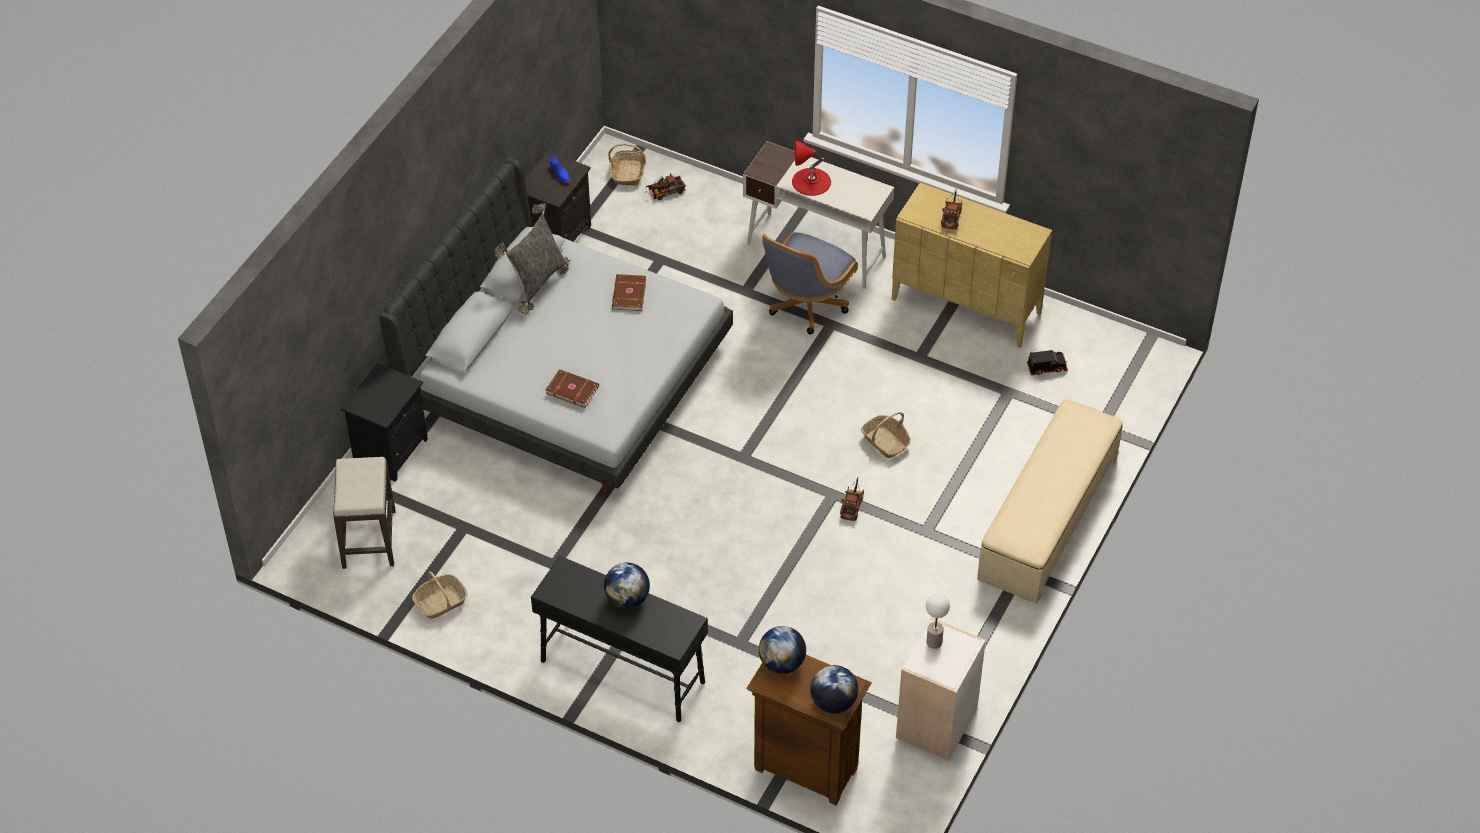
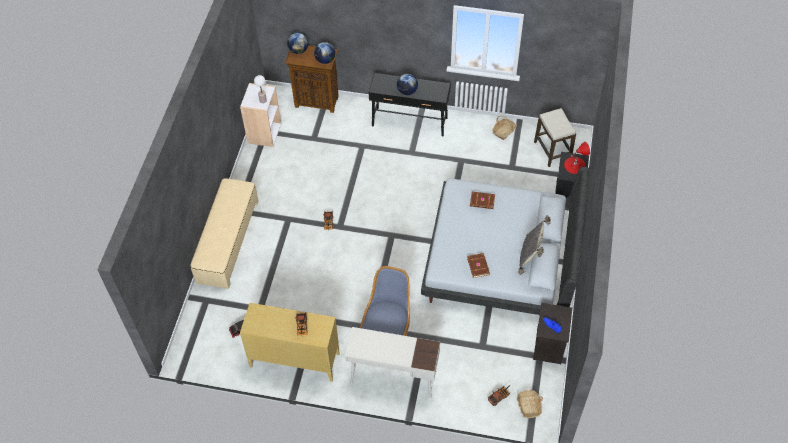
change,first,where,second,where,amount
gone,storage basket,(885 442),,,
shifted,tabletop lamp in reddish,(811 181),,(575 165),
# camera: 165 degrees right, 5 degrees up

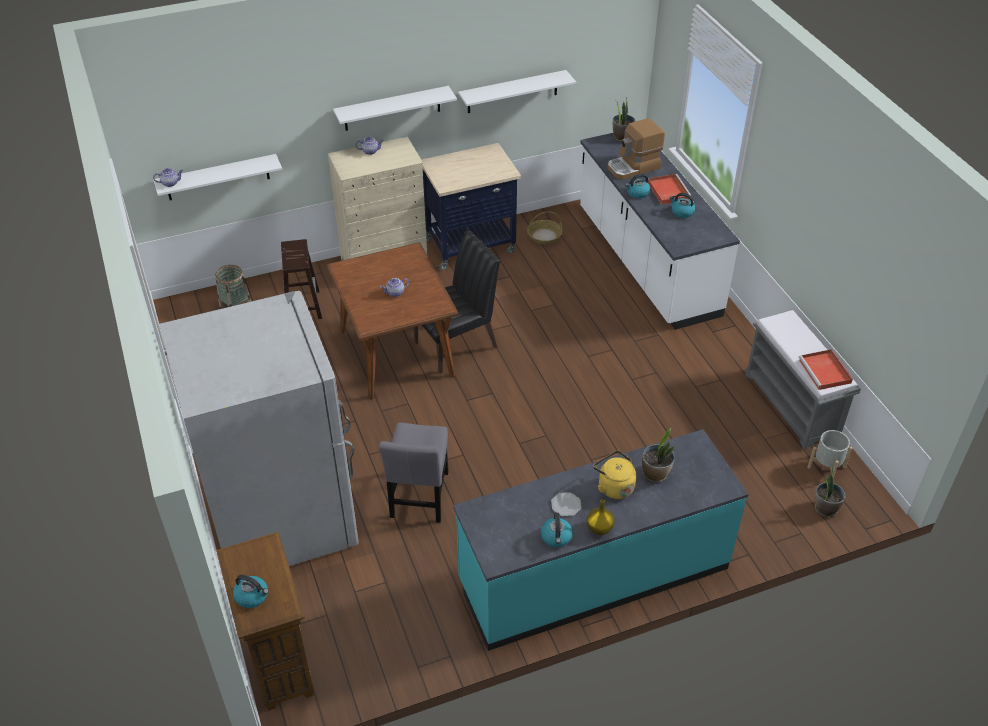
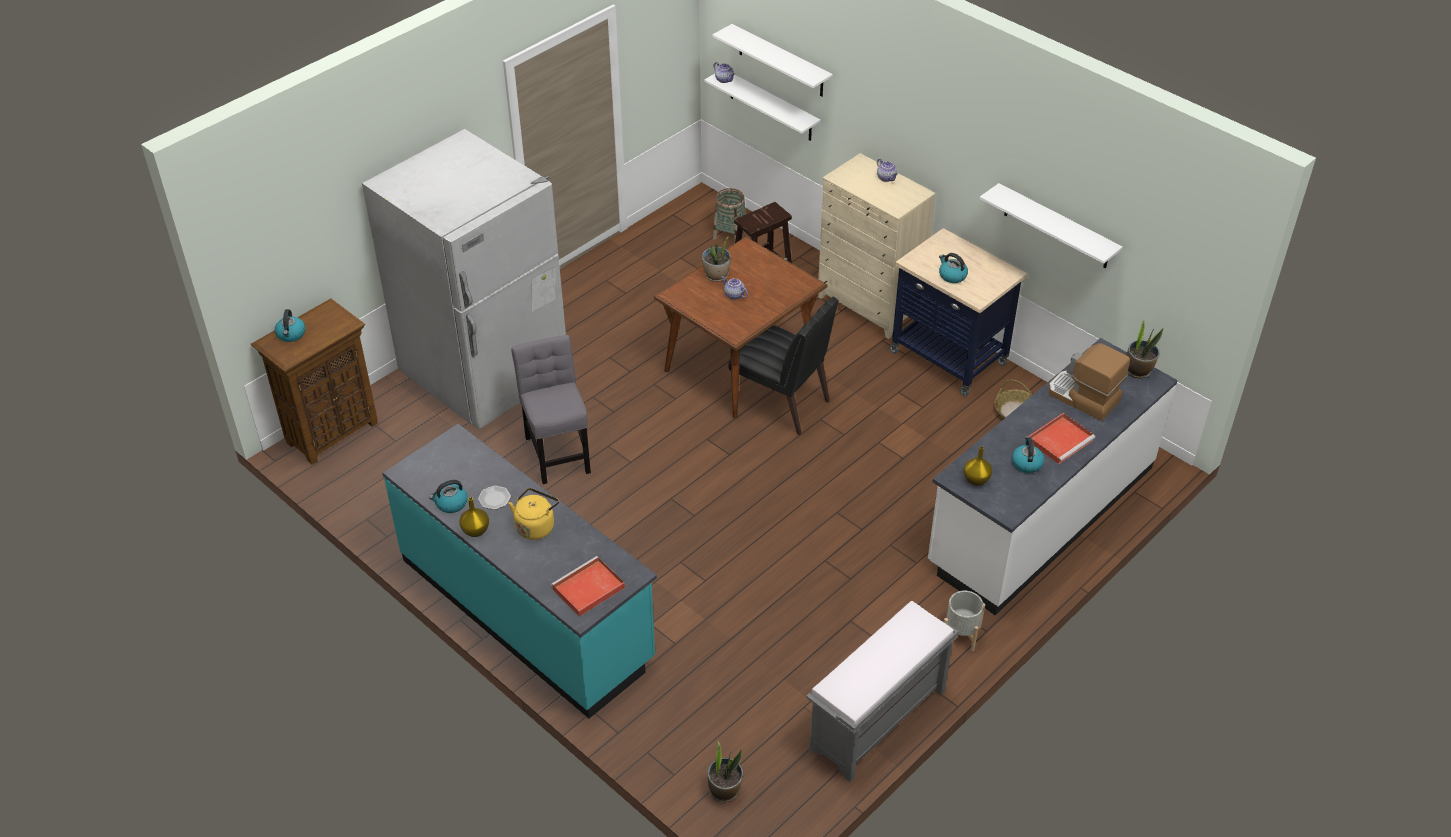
change,first,where,second,where,amount
new,,,flower vase in yellowish,(976 479),
shifted,bracket shelf in white-coloured,(392 108),,(781 61),
shifted,tea kettle,(637 193),,(952 276),
shifted,plant in a pot,(655 473),,(716 275),
shifted,serving tray in reddish,(825 372),,(587 589),
shifted,flower pot in grey,(826 467),,(961 634),
rotated,plain chair in grey,(419 498),,(557 451),90 degrees clockwise
# camera: 65 degrees right, 0 degrees up

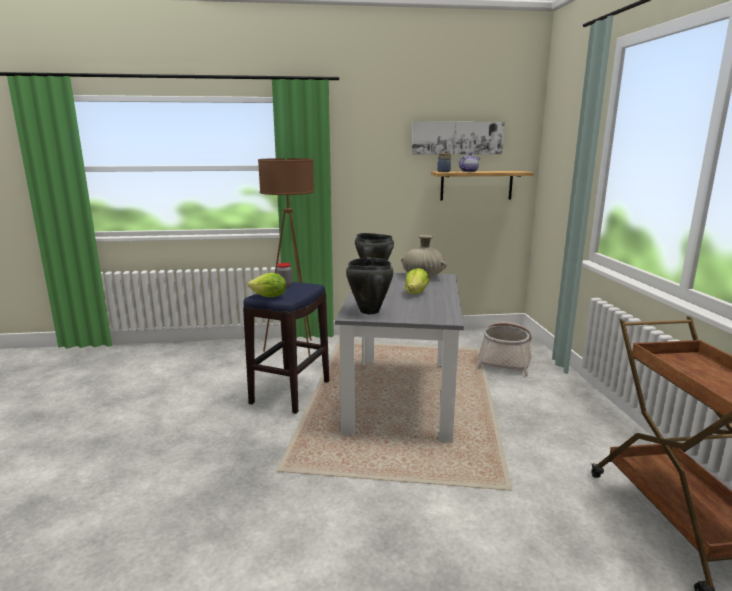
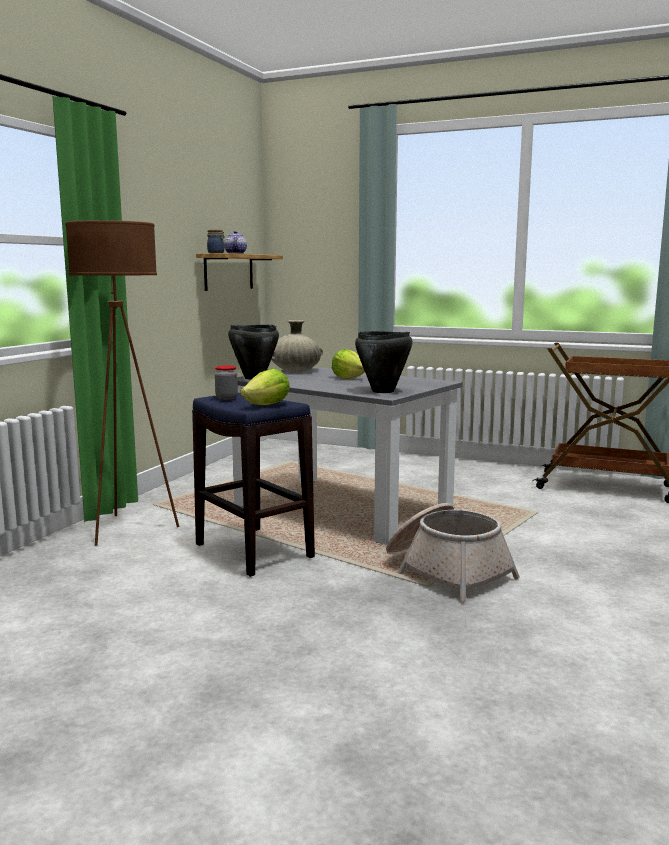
change,first,where,second,where,amount
gone,wall picture,(457 138),,,
shifted,storage basket,(505 360),,(446 571),
# camera: 60 degrees left, 5 degrees down

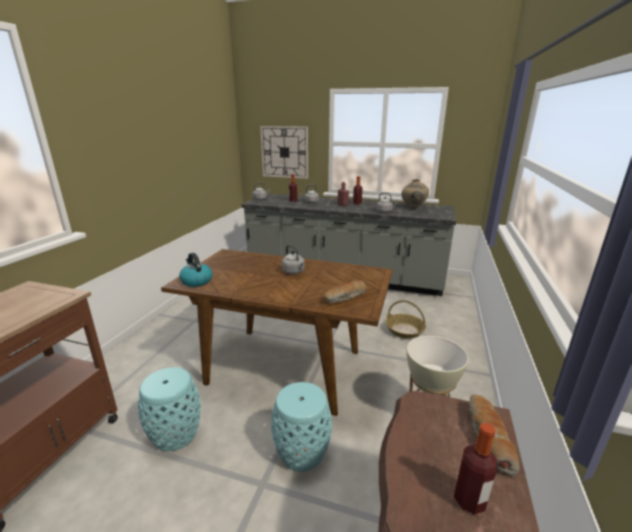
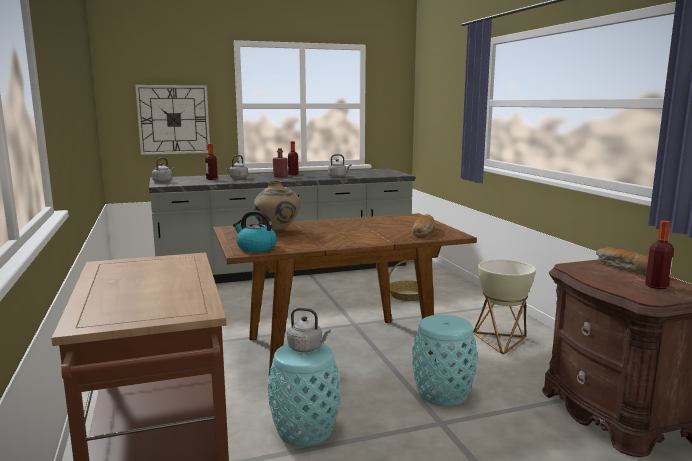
change,first,where,second,where,amount
shifted,tea kettle in grey,(294 272),,(307 348),
shifted,flower vase in beige,(413 207),,(277 231),
# camera: 35 degrees left, 10 degrees down

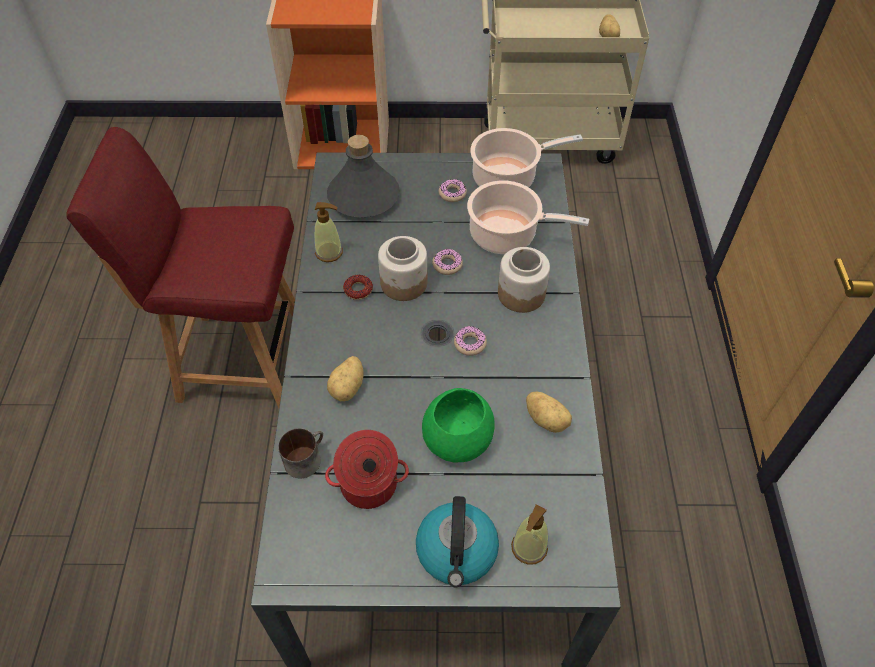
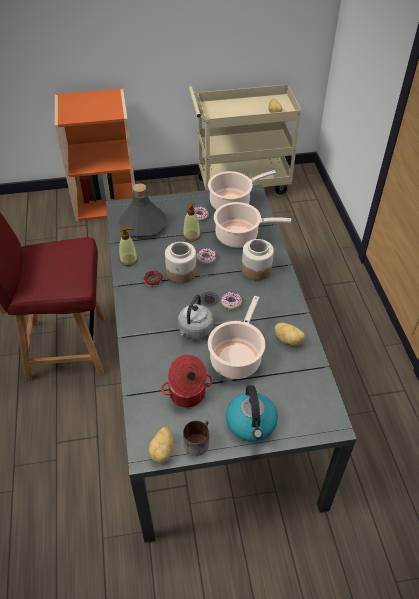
change,first,where,second,where,amount
new,,,tea kettle in grey,(194 330),
shifted,mug,(305 457),,(197 440),
shifted,potato,(348 387),,(163 451),
shifted,soap dispenser,(529 548),,(191 236),
swapped,bowl in green,(458 437),stockpot,(236 357),
# camera: 10 degrees left, 5 degrees down

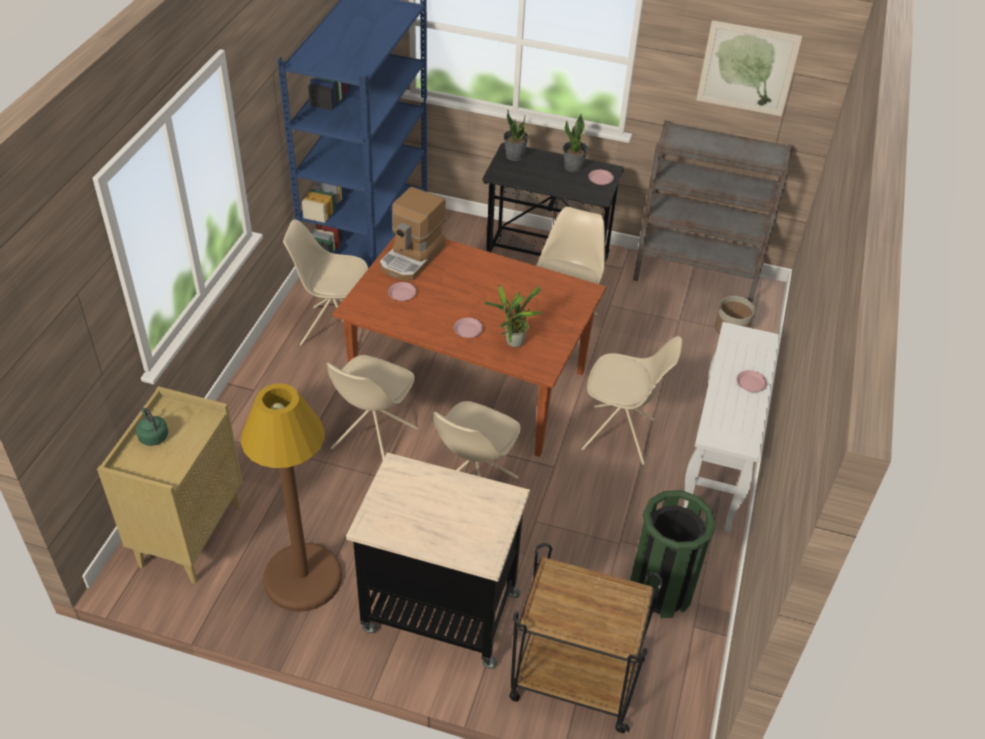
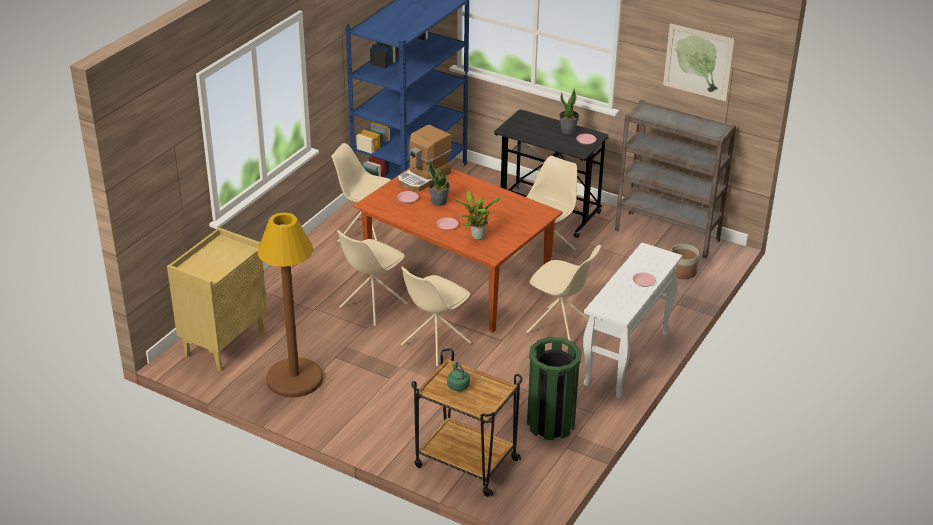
change,first,where,second,where,amount
gone,cart in black-coloured,(439 613),,,
shifted,tea kettle in green,(153 436),,(458 385),
shifted,plant in a pot,(514 155),,(439 201),
# camera: 15 degrees right, 10 degrees down

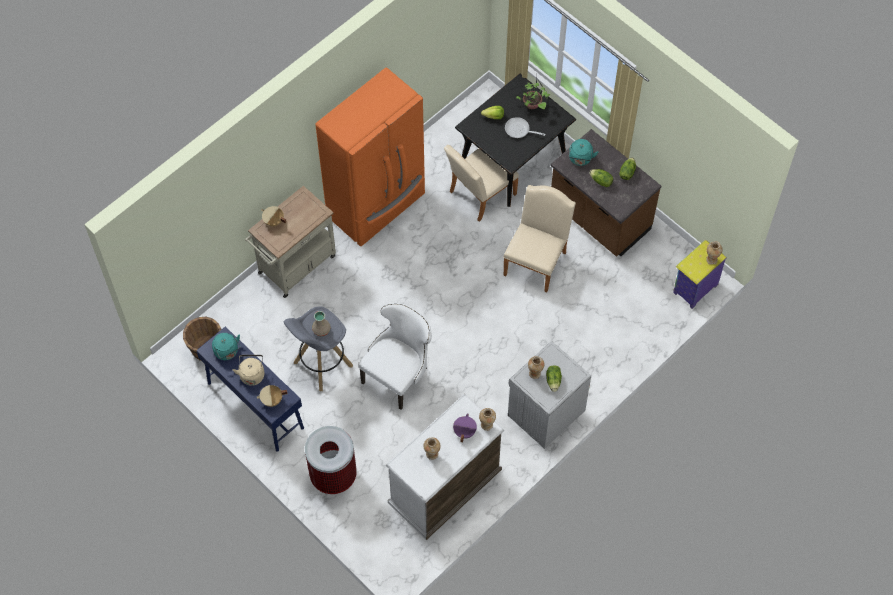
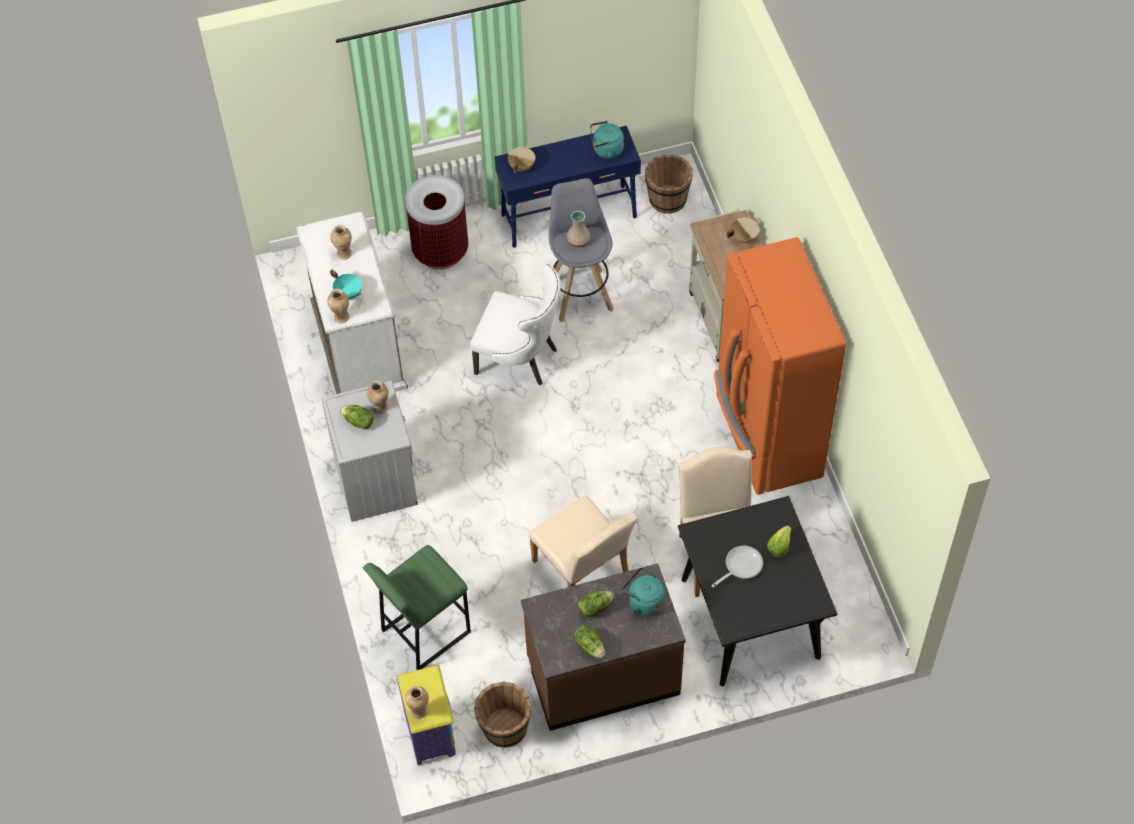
change,first,where,second,where,amount
gone,tea kettle in beige,(252 374),,,
gone,plant in a pot,(530 105),,,
new,,,stool in green,(424 632),
new,,,bucket in brownish,(504 728),
repainted,stockpot in purple-coloured,(464 431),stockpot in turquoise-coloured,(349 293),
rotated,plain chair in white-coloured,(398 375),,(520 359),45 degrees counterclockwise
# camera: 120 degrees right, 5 degrees down

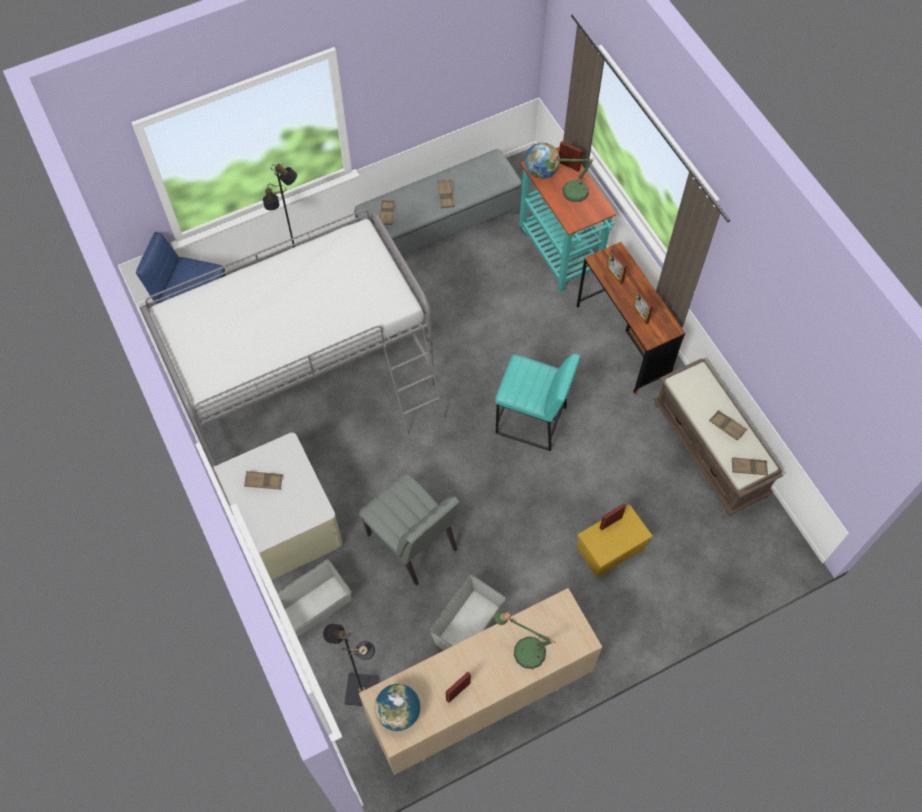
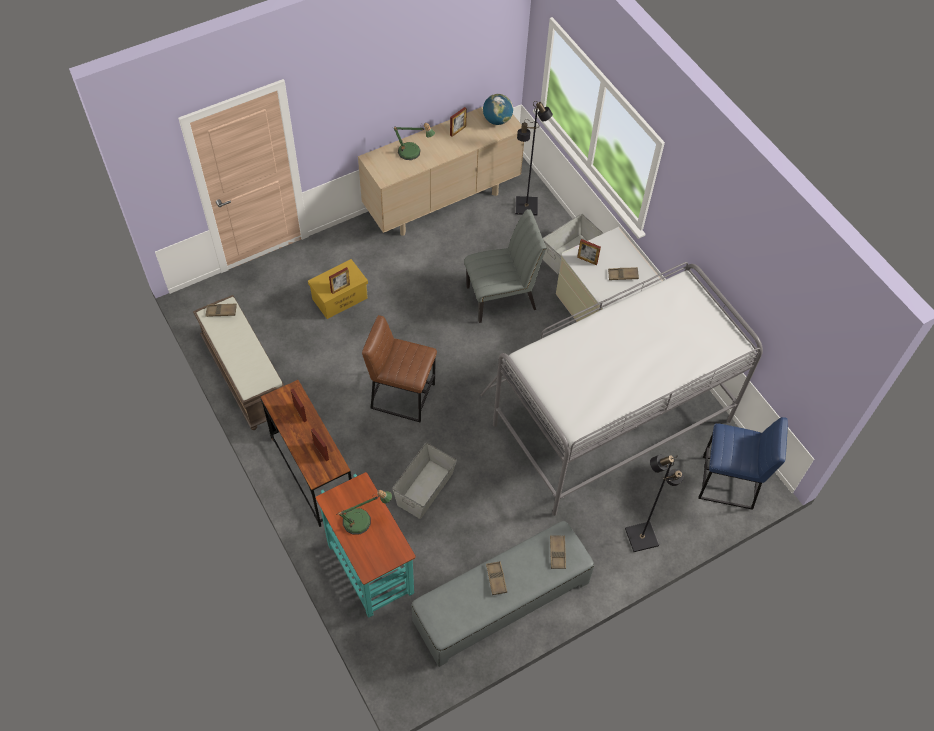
change,first,where,second,where,amount
gone,world globe,(540 172),,,
gone,serving tray in brownish,(727 426),,,
shifted,storage container in grey,(468 625),,(424 489),
shifted,standing frame,(568 166),,(587 260),
repainted,plain chair in turquoise-coloured,(532 420),plain chair in brownish,(401 395),
rotated,plain chair in grey,(411 541),,(500 299),120 degrees clockwise
# camera: 175 degrees right, 5 degrees down

